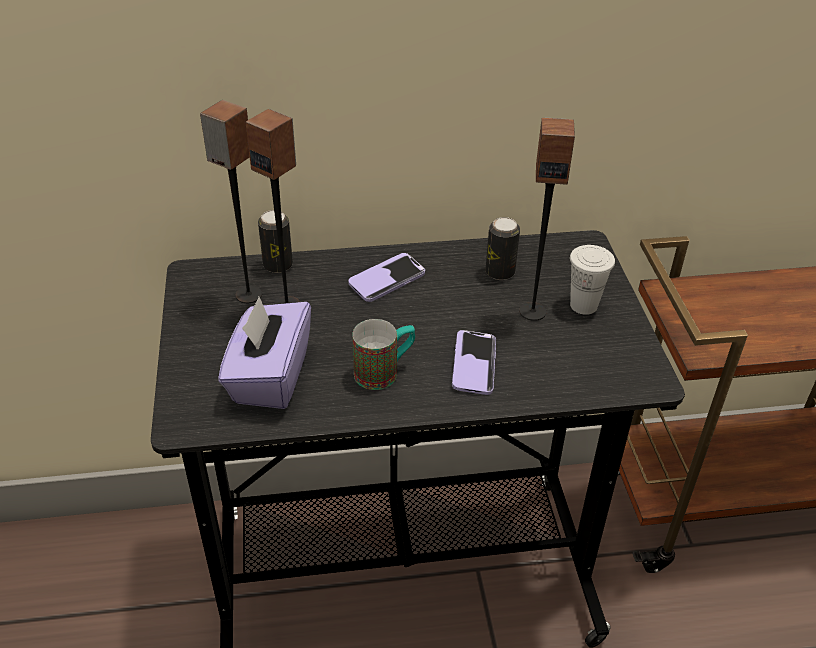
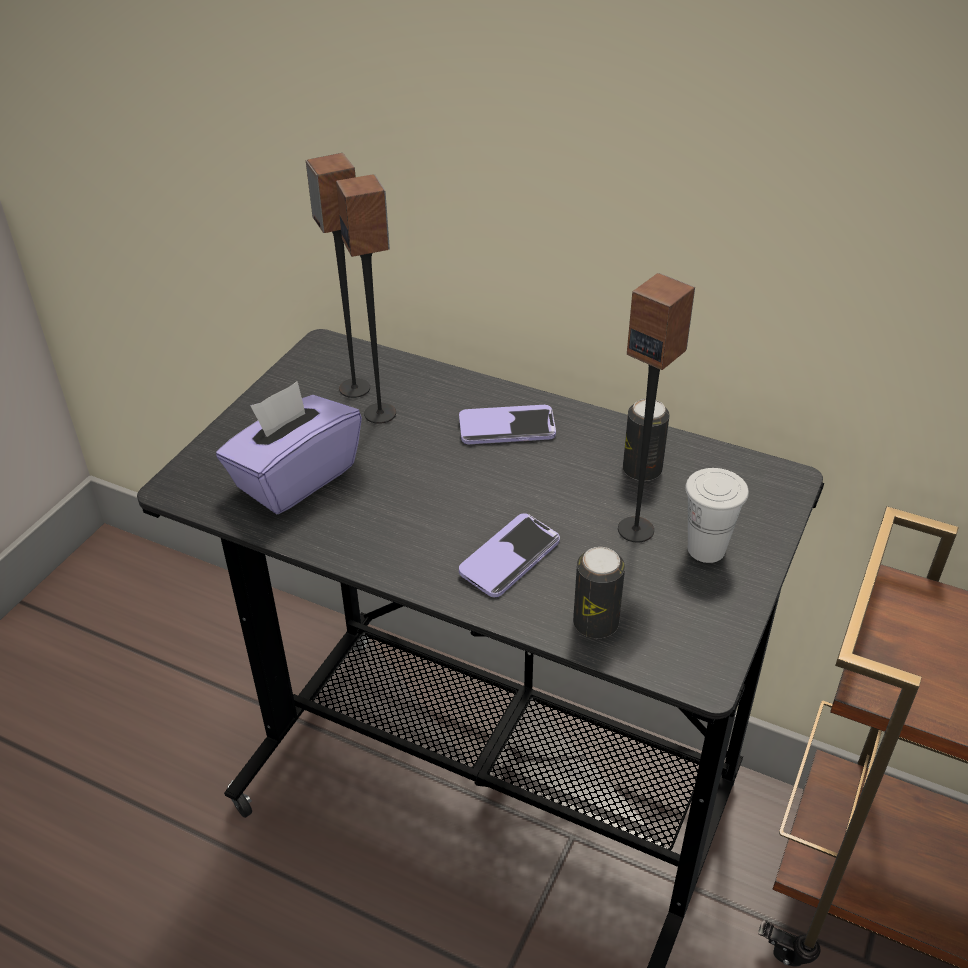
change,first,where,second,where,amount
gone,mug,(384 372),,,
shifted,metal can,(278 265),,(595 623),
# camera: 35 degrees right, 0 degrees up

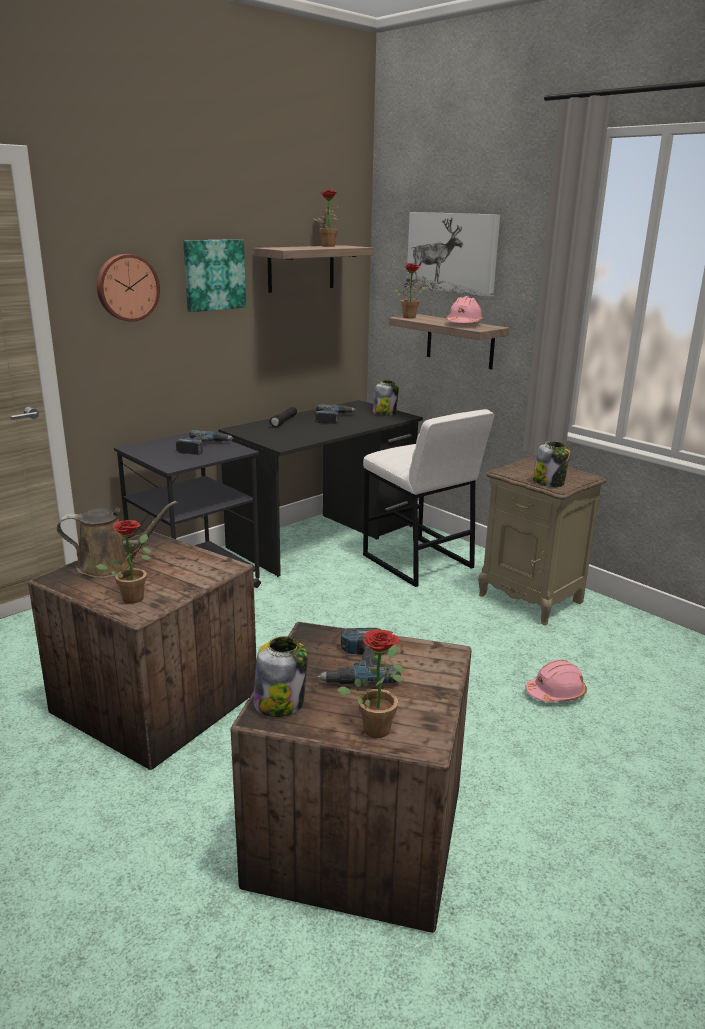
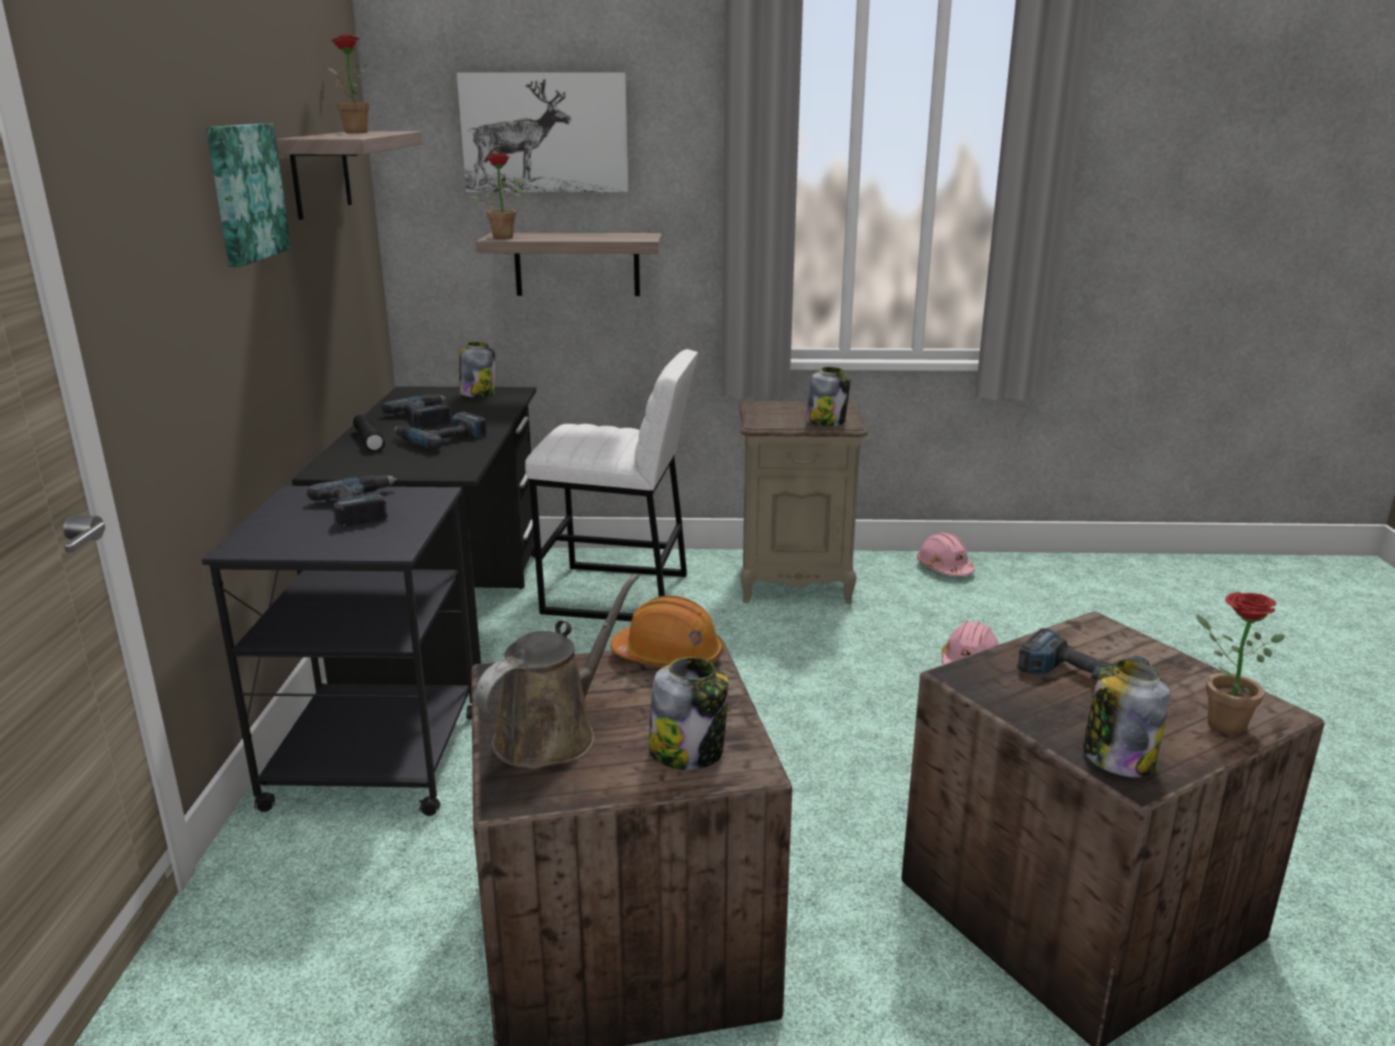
change,first,where,second,where,amount
gone,clock on the wall,(127 287),,,
new,,,electric drill,(441 438),
new,,,hard hat in orange,(668 657),
shifted,hard hat in pink,(463 324),,(944 568),
swapped,plant in a pot,(134 596),preserve jar,(688 751),
# camera: 45 degrees left, 0 degrees up

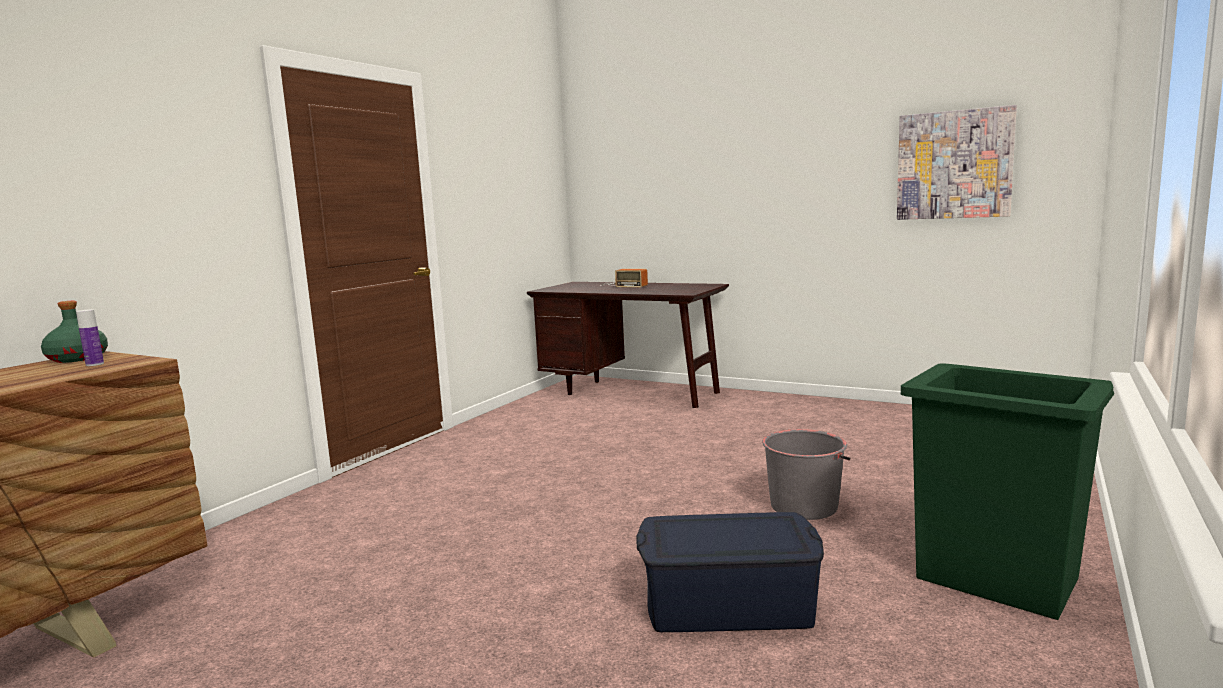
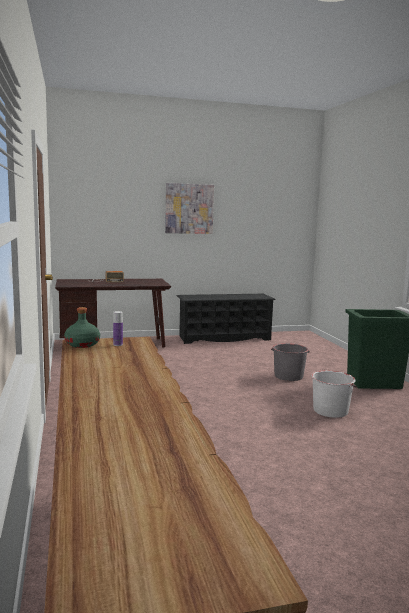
change,first,where,second,where,amount
new,,,shoe shelf in black-coloured,(224 338),
shifted,wall picture,(954 165),,(189 208),
swapped,storage container in bluish,(729 606),bucket in white-coloured,(330 410),
# camera: 45 degrees left, 0 degrees up

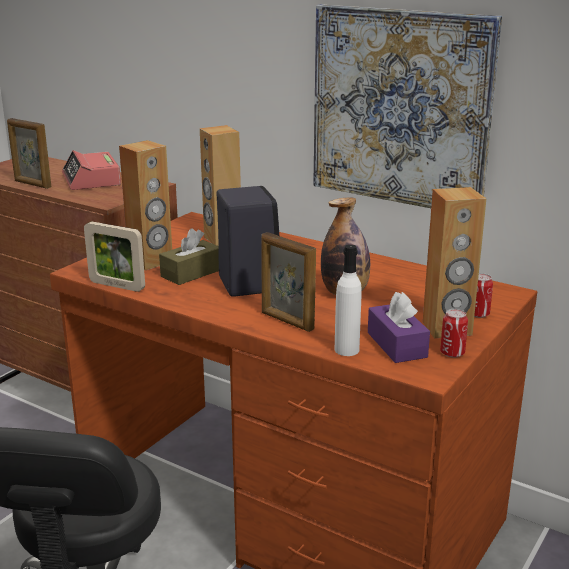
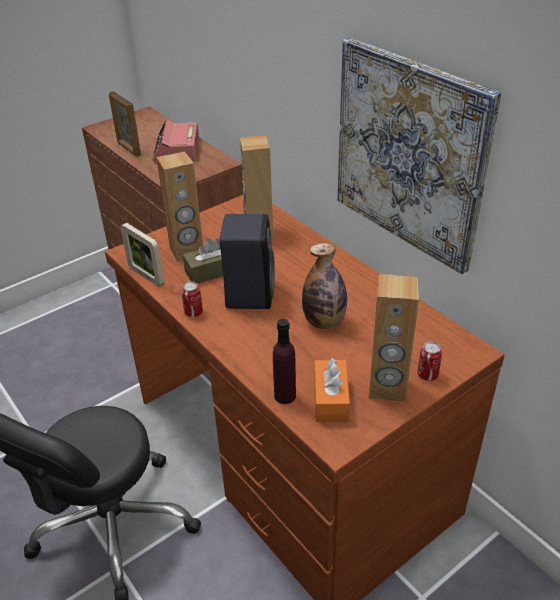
change,first,where,second,where,amount
gone,standing frame,(287 321),,,
shifted,metal can,(452 353),,(193 312),
repainted,drink bottle in white-coloured,(346 350),drink bottle in purple-coloured,(285 395),
repainted,tissue box in purple-coloured,(396 345),tissue box in orange,(331 399),
# camera: 20 degrees right, 15 degrees up

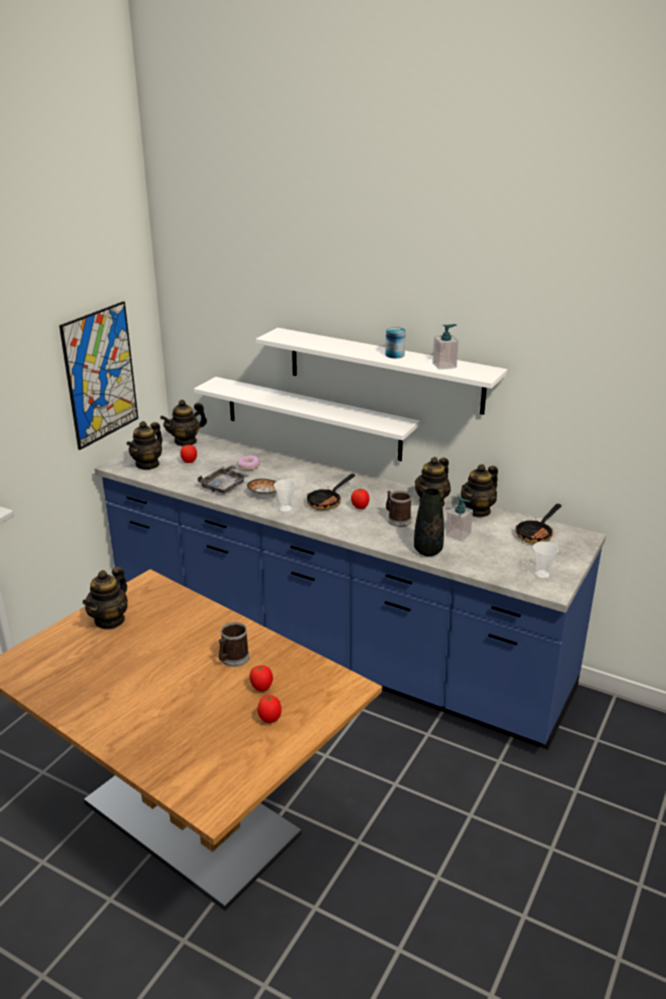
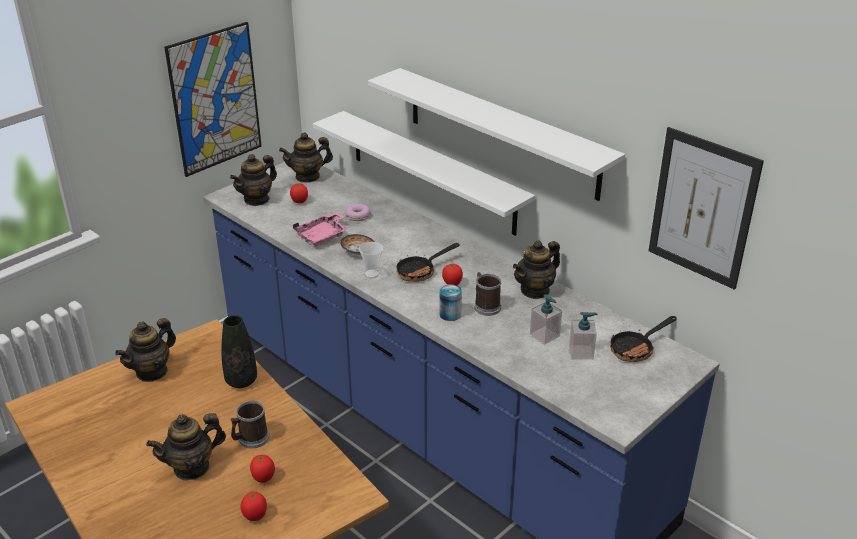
change,first,where,second,where,amount
gone,cup,(542 574),,,
new,,,wall picture,(702 208),
shifted,metal can,(394 355),,(450 314),
shifted,flower vase in black-coloured,(428 551),,(241 381),
shifted,soap dispenser,(444 365),,(581 352),
shifted,pot for tea,(478 511),,(192 467),
repainted,serving tray in grey,(225 485),serving tray in pink,(323 236),
# camera: 15 degrees right, 5 degrees up

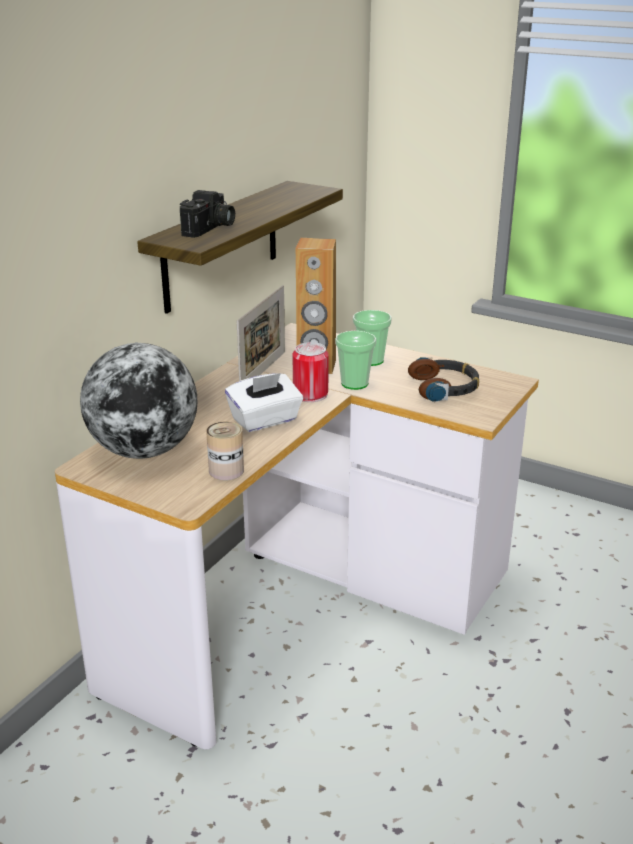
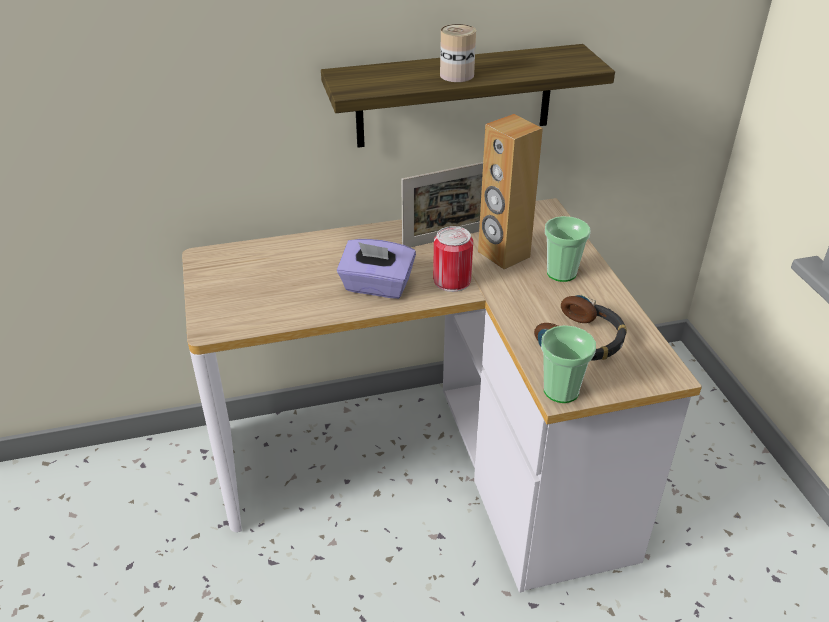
change,first,where,second,where,amount
gone,world globe,(144 451),,,
gone,photo camera,(210 228),,,
shifted,metal can,(226 471),,(456 75),
shifted,cup,(354 383),,(561 391),
repainted,tissue box in white-coloured,(265 420),tissue box in purple-coloured,(377 286),
# camera: 45 degrees right, 10 degrees up

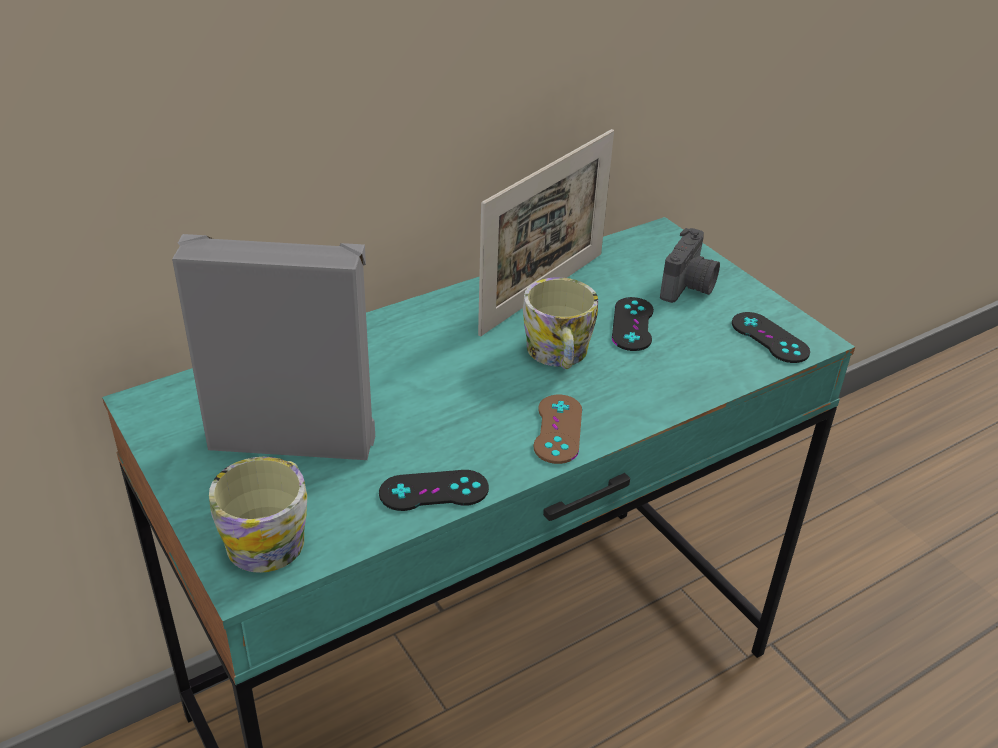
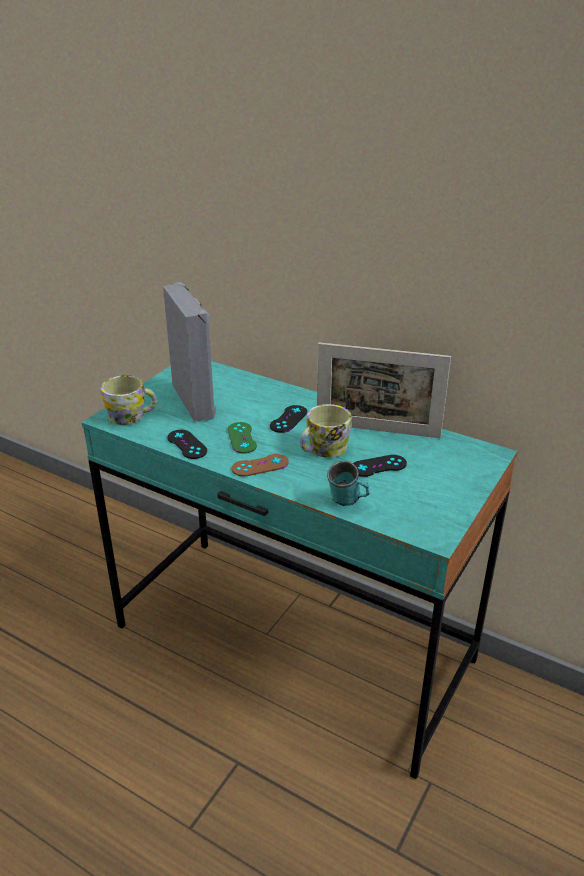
change,first,where,second,where,amount
gone,photo camera,(689 287),,,
new,,,joypad in green,(242 438),
new,,,mug in turquoise-coloured,(348 503),
shifted,joypad in black-coloured,(769 338),,(288 419),
# camera: 65 degrees right, 5 degrees down

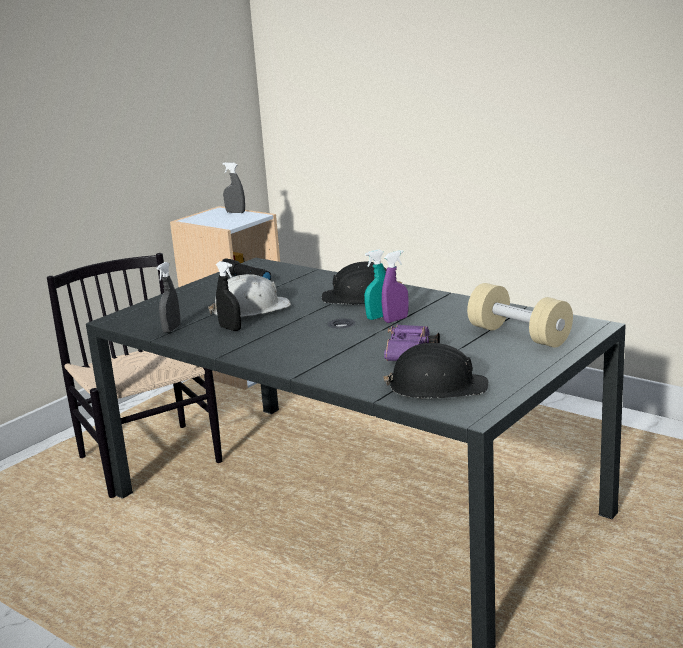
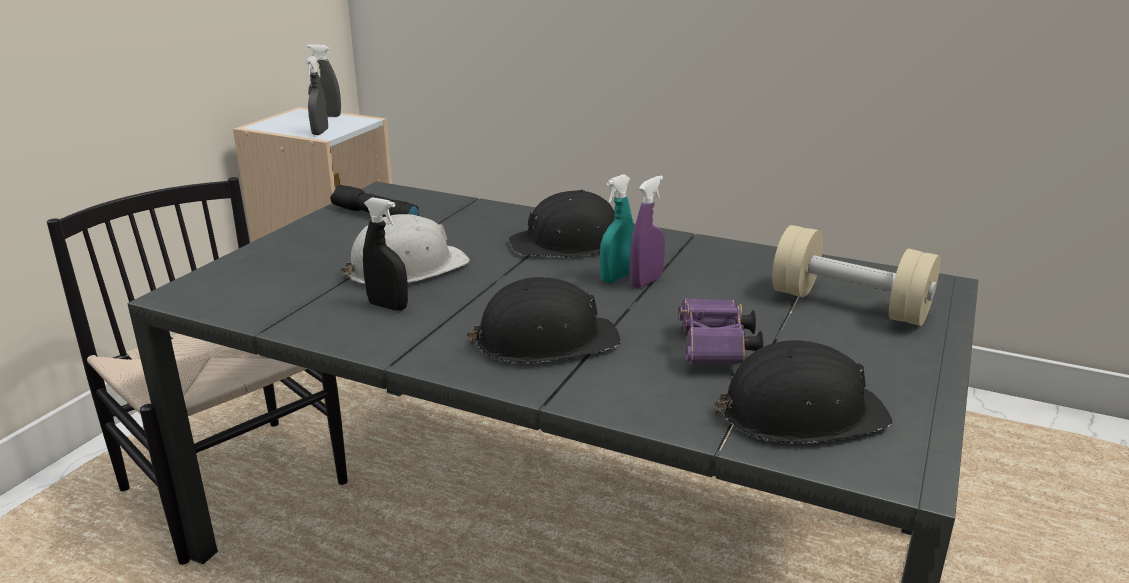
change,first,where,second,where,amount
new,,,hard hat in black-coloured,(545 340),
shifted,sprayer in grey,(172 329),,(320 132),
# camera: 15 degrees left, 5 degrees up

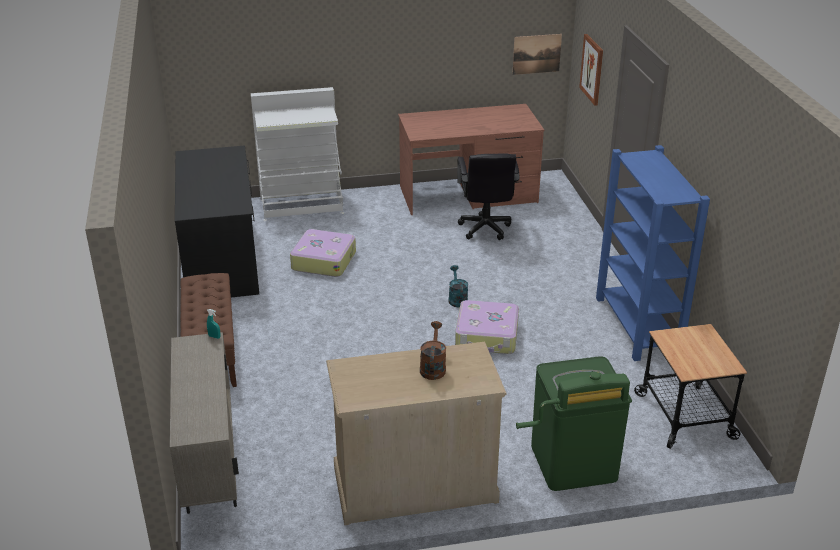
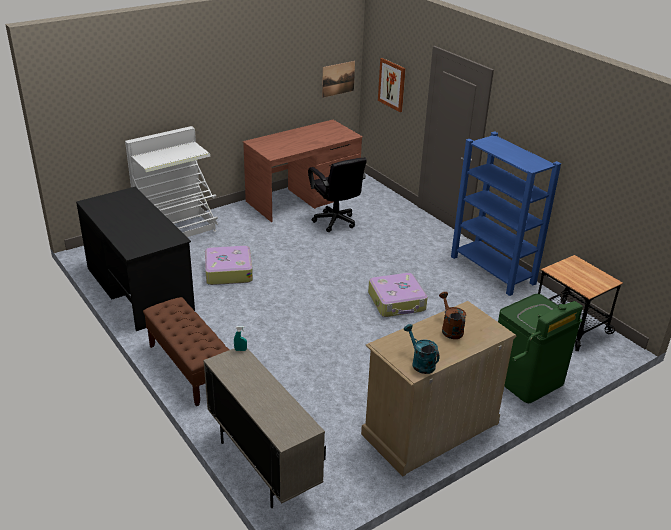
change,first,where,second,where,amount
shifted,watering can in turquoise-coloured,(457 299),,(420 363),
# camera: 25 degrees left, 0 degrees up

